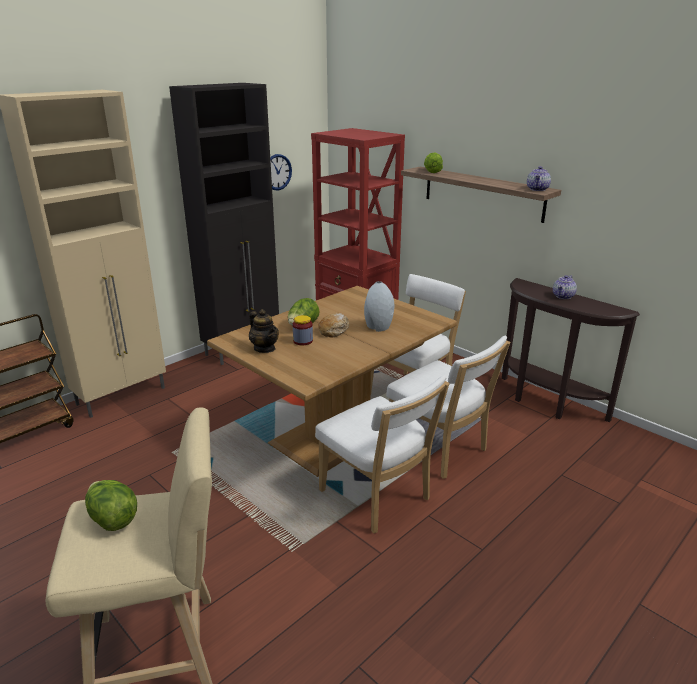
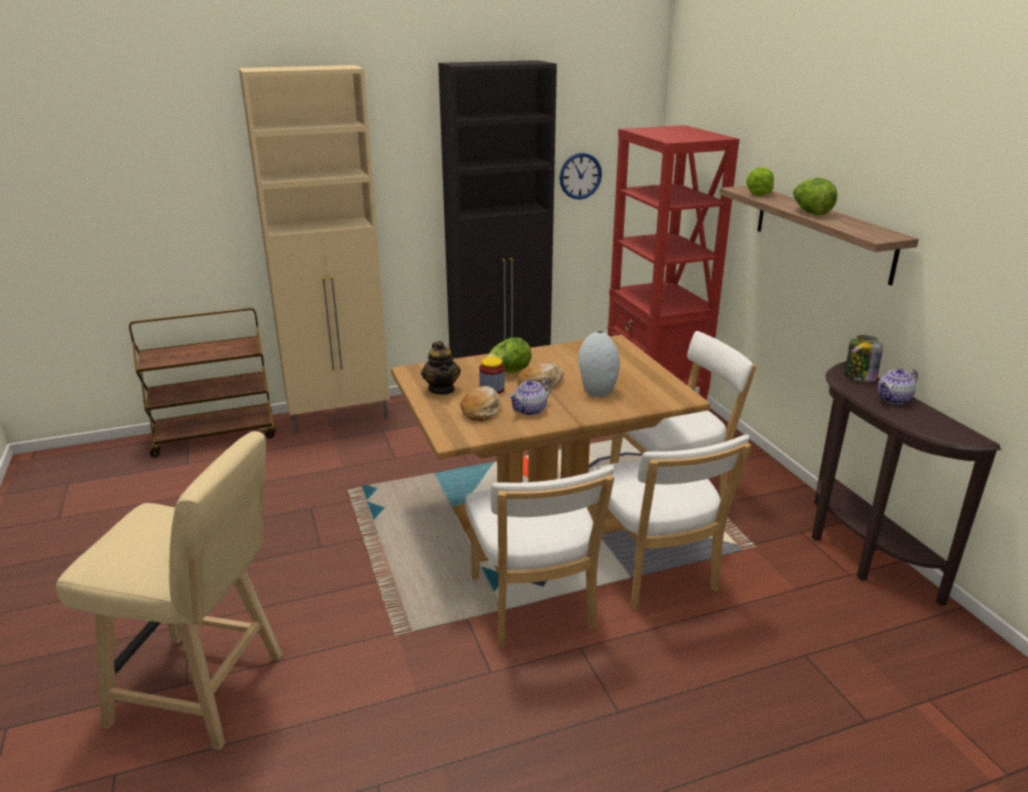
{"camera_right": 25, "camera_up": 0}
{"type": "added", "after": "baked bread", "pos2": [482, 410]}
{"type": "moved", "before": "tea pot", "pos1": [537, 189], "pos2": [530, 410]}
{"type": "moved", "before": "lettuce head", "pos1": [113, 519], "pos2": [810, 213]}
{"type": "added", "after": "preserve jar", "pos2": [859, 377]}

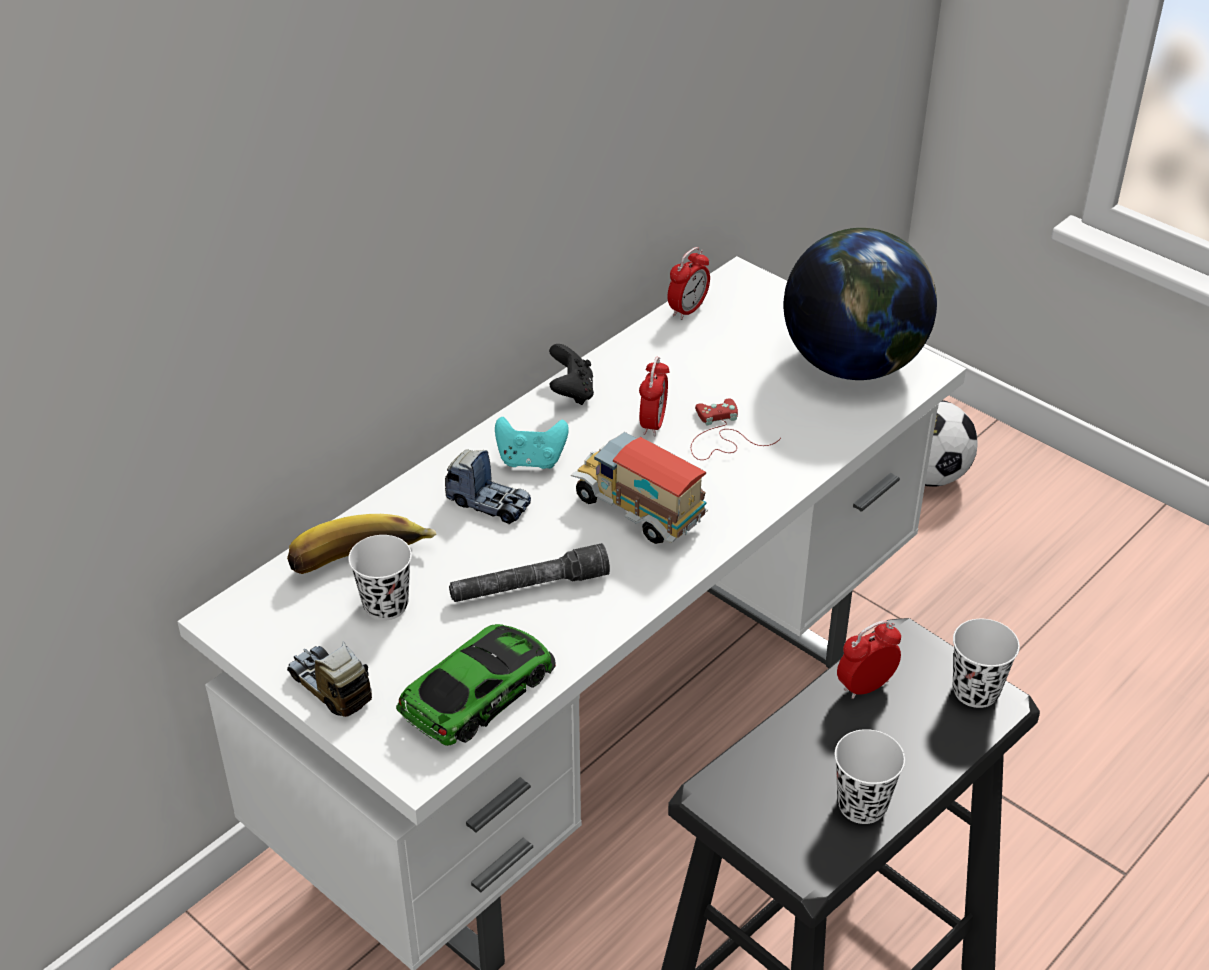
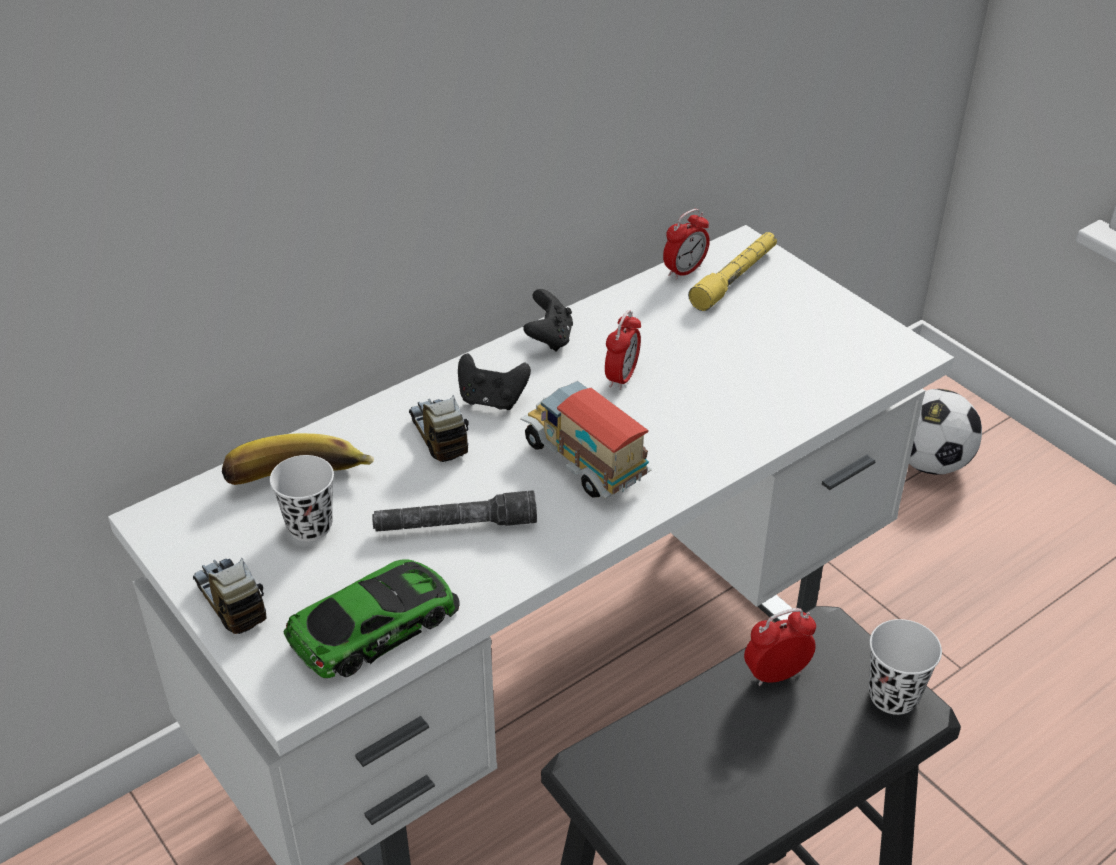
{"camera_right": 10, "camera_up": 0}
{"type": "turned", "before": "toy lorry", "pos1": [488, 503], "pos2": [438, 437], "turn": -150}
{"type": "recoloured", "before": "blue-green joypad", "after": "black-coloured joypad", "pos1": [531, 460], "pos2": [492, 400]}
{"type": "added", "after": "yellow flashlight", "pos2": [735, 278]}
{"type": "removed", "before": "red-coloured joypad", "pos1": [721, 436]}
{"type": "removed", "before": "world globe", "pos1": [853, 364]}
{"type": "removed", "before": "white-coloured small cup", "pos1": [862, 805]}

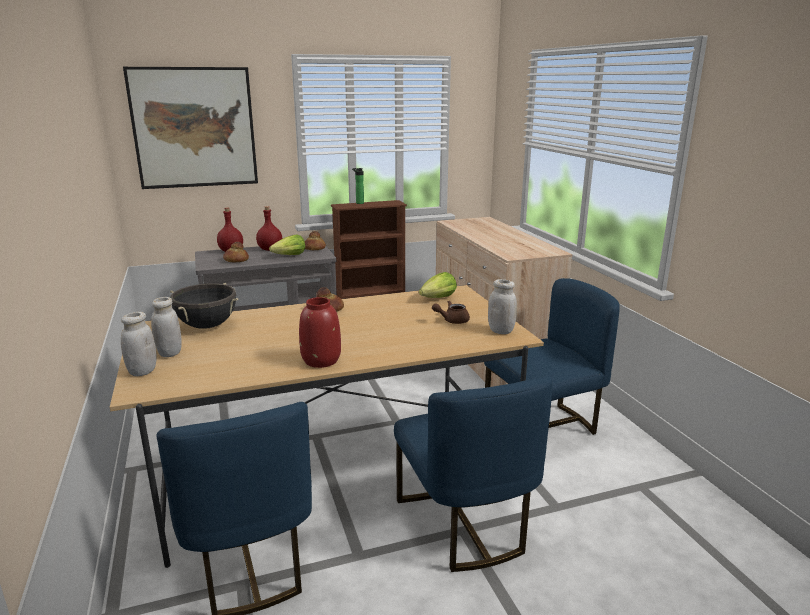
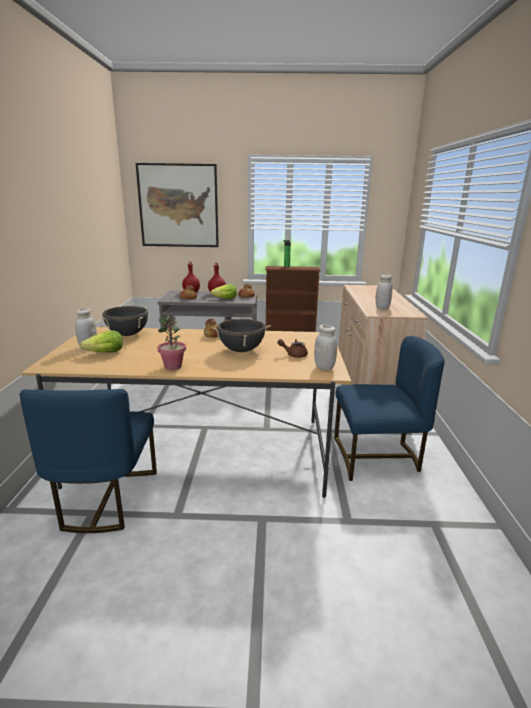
{"camera_right": 20, "camera_up": 0}
{"type": "moved", "before": "lettuce head", "pos1": [438, 298], "pos2": [105, 353]}
{"type": "replaced", "before": "red-coloured flower vase", "after": "plant in a pot", "pos1": [322, 360], "pos2": [173, 366]}
{"type": "added", "after": "black-coloured saucepot", "pos2": [241, 350]}
{"type": "moved", "before": "white-coloured preserve jar", "pos1": [142, 371], "pos2": [382, 308]}
{"type": "removed", "before": "blue chair", "pos1": [465, 524]}

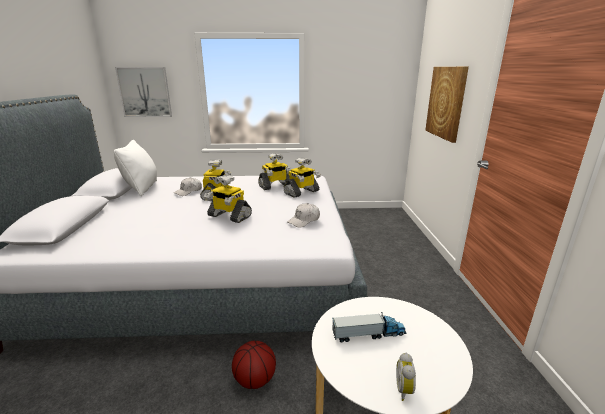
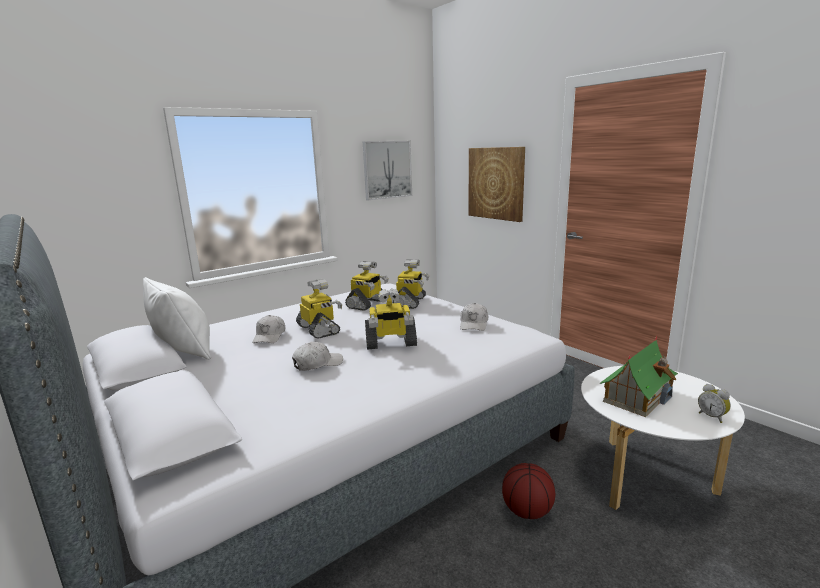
{"camera_right": -35, "camera_up": -5}
{"type": "added", "after": "white-coloured baseball cap", "pos2": [317, 364]}
{"type": "moved", "before": "wall picture", "pos1": [145, 92], "pos2": [387, 169]}
{"type": "replaced", "before": "toy lorry", "after": "miniature house", "pos1": [368, 334], "pos2": [637, 397]}

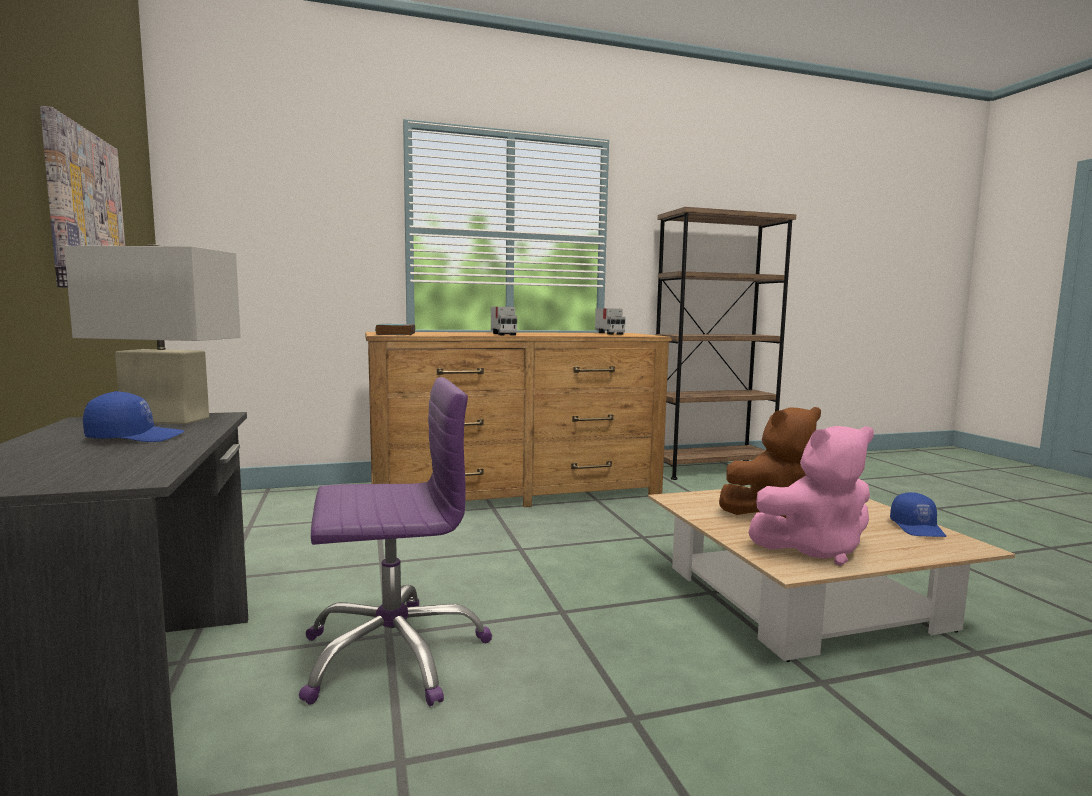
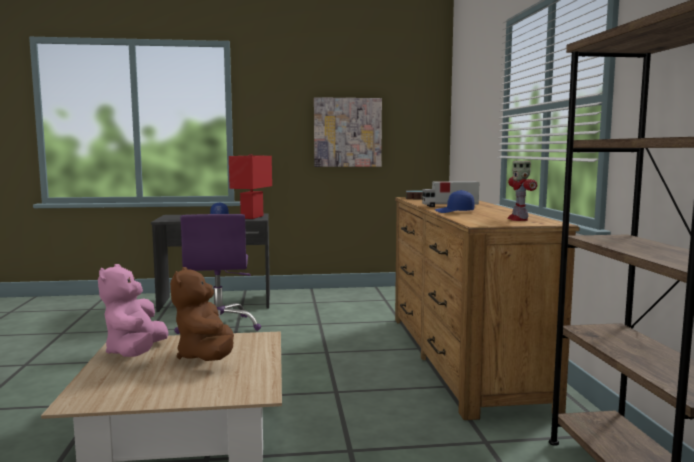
{"camera_right": 100, "camera_up": 0}
{"type": "recoloured", "before": "white-coloured tabletop lamp", "after": "red-coloured tabletop lamp", "pos1": [166, 420], "pos2": [252, 217]}
{"type": "moved", "before": "blue baseball cap", "pos1": [918, 528], "pos2": [454, 212]}
{"type": "replaced", "before": "toy lorry", "after": "robot figure", "pos1": [609, 333], "pos2": [518, 219]}

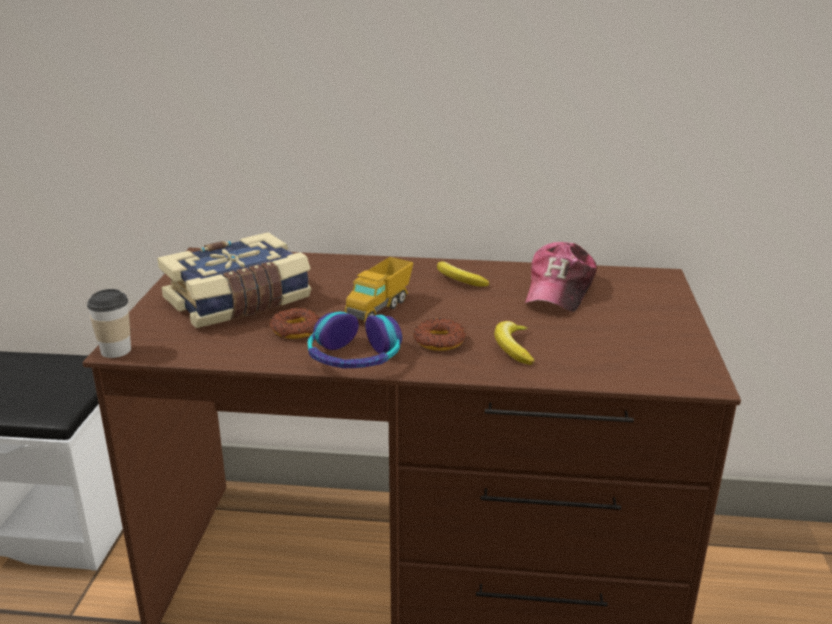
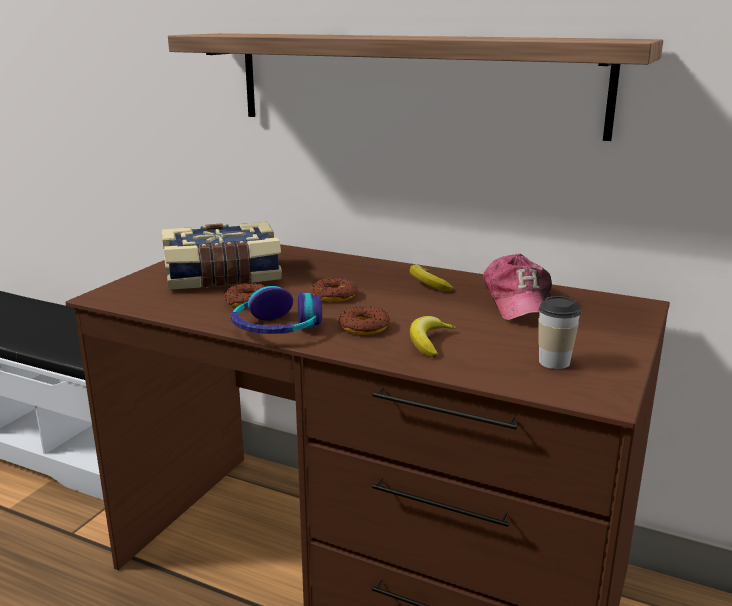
{"camera_right": 20, "camera_up": -5}
{"type": "added", "after": "wall shelf", "pos2": [412, 82]}
{"type": "replaced", "before": "toy lorry", "after": "doughnut", "pos1": [379, 308], "pos2": [334, 296]}
{"type": "turned", "before": "baseball cap", "pos1": [559, 290], "pos2": [520, 303], "turn": -45}
{"type": "moved", "before": "small cup", "pos1": [116, 350], "pos2": [554, 362]}

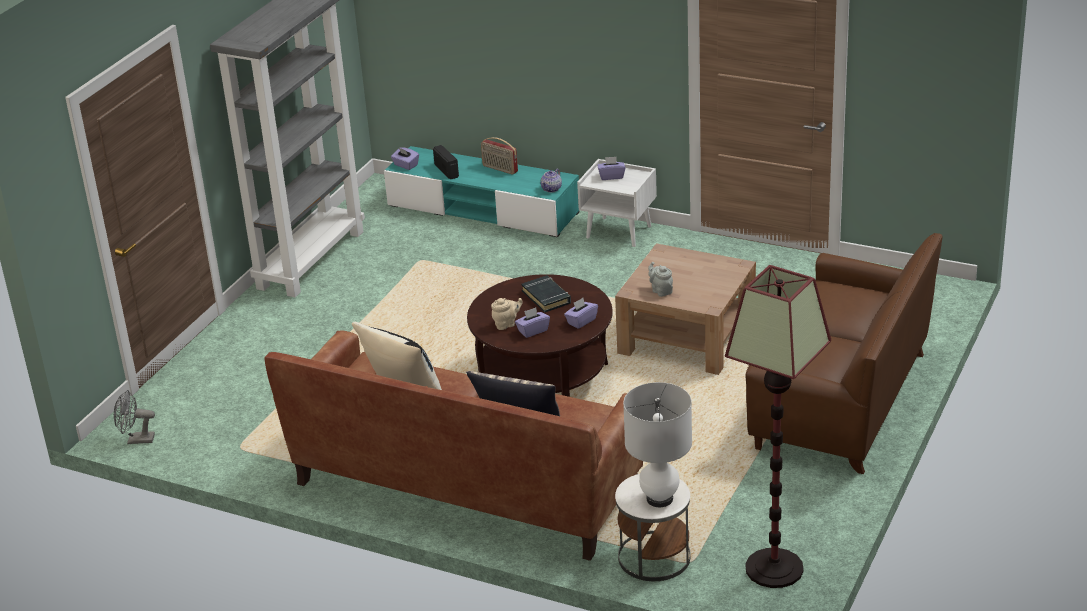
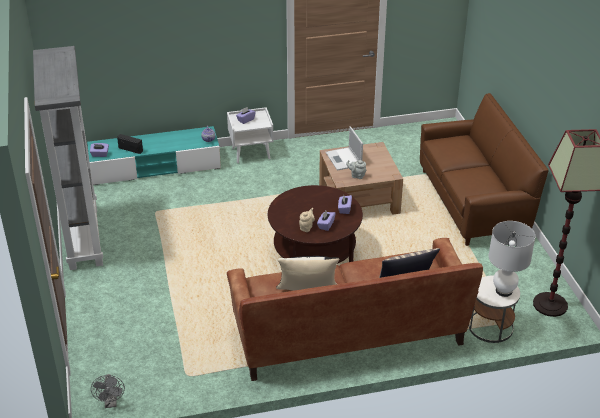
{"camera_right": -40, "camera_up": 5}
{"type": "turned", "before": "grey cooling fan", "pos1": [136, 440], "pos2": [111, 403], "turn": -60}
{"type": "added", "after": "portable computer", "pos2": [344, 159]}
{"type": "removed", "before": "radio receiver", "pos1": [499, 169]}
{"type": "removed", "before": "black-coloured bound book", "pos1": [546, 297]}

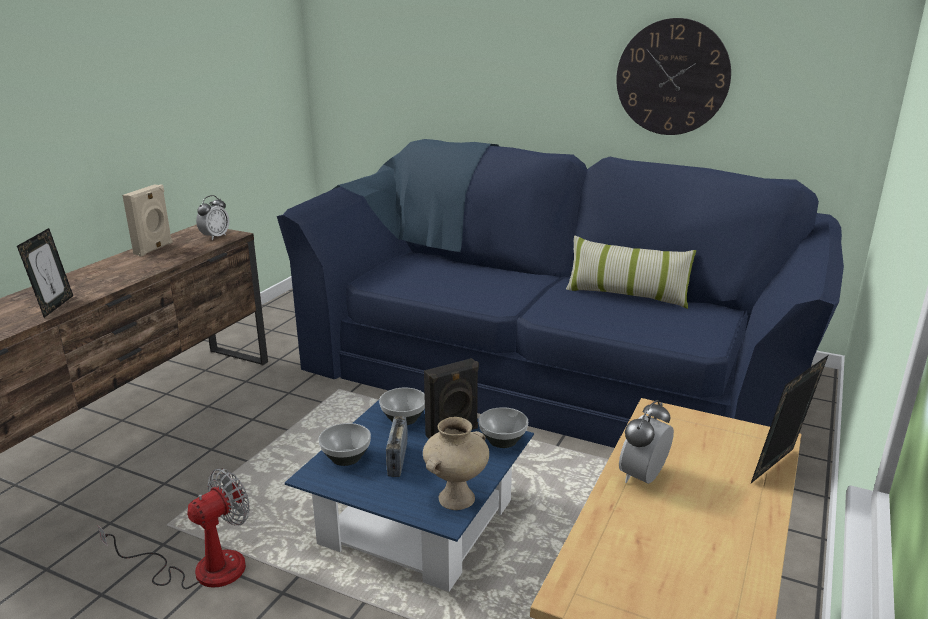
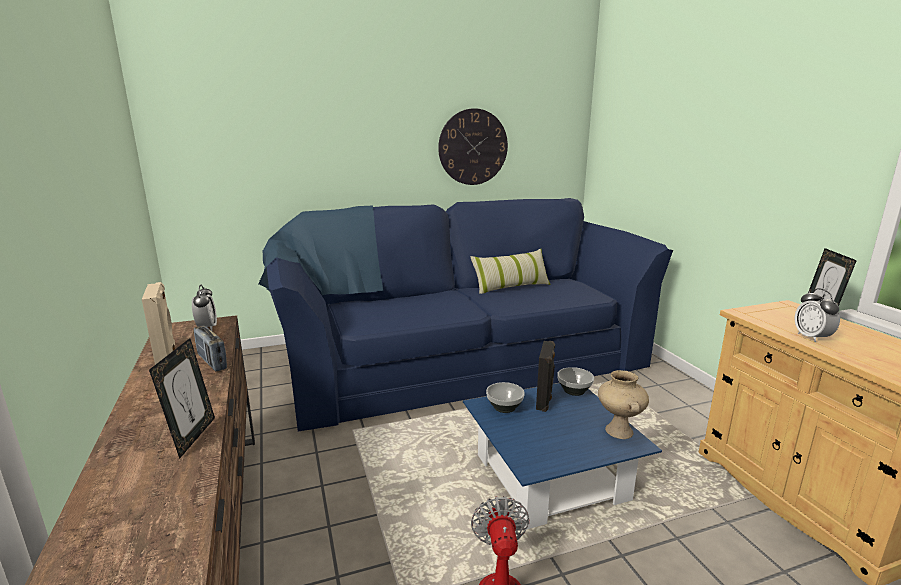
{"camera_right": -45, "camera_up": -5}
{"type": "turned", "before": "standing frame", "pos1": [54, 306], "pos2": [192, 436], "turn": 45}
{"type": "moved", "before": "radio receiver", "pos1": [397, 460], "pos2": [212, 362]}
{"type": "removed", "before": "bowl", "pos1": [345, 458]}

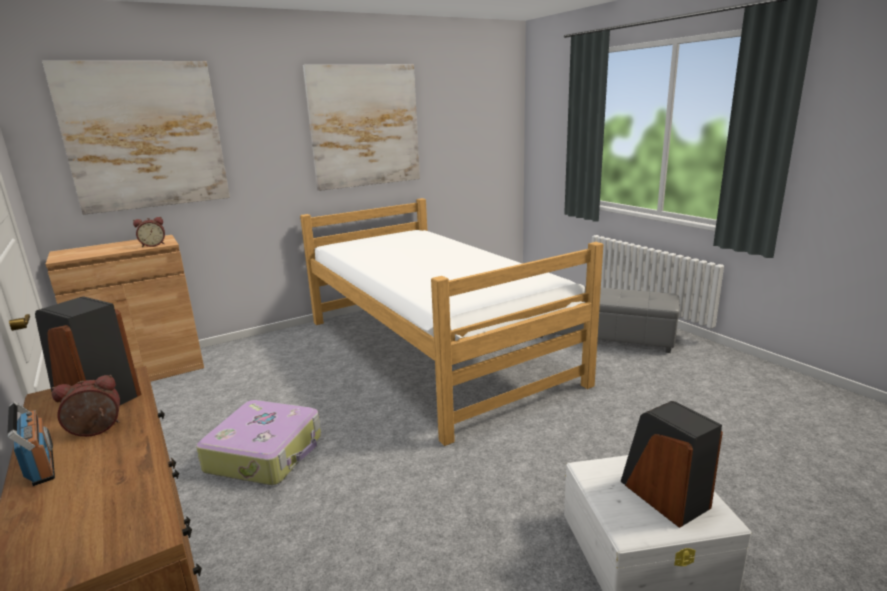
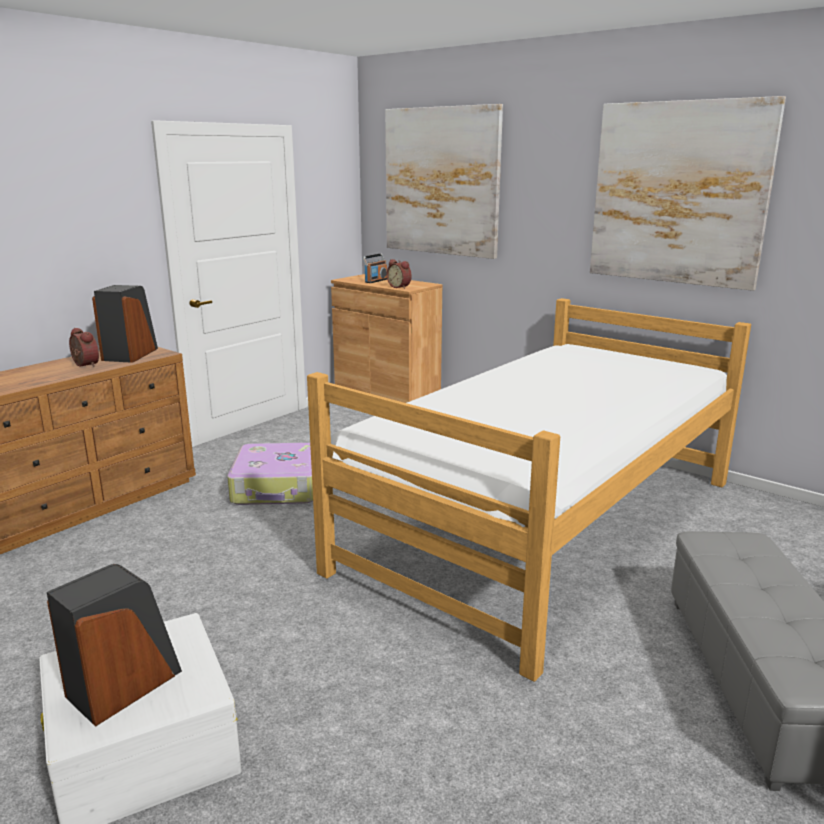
{"camera_right": 70, "camera_up": 0}
{"type": "moved", "before": "radio receiver", "pos1": [41, 466], "pos2": [375, 281]}

